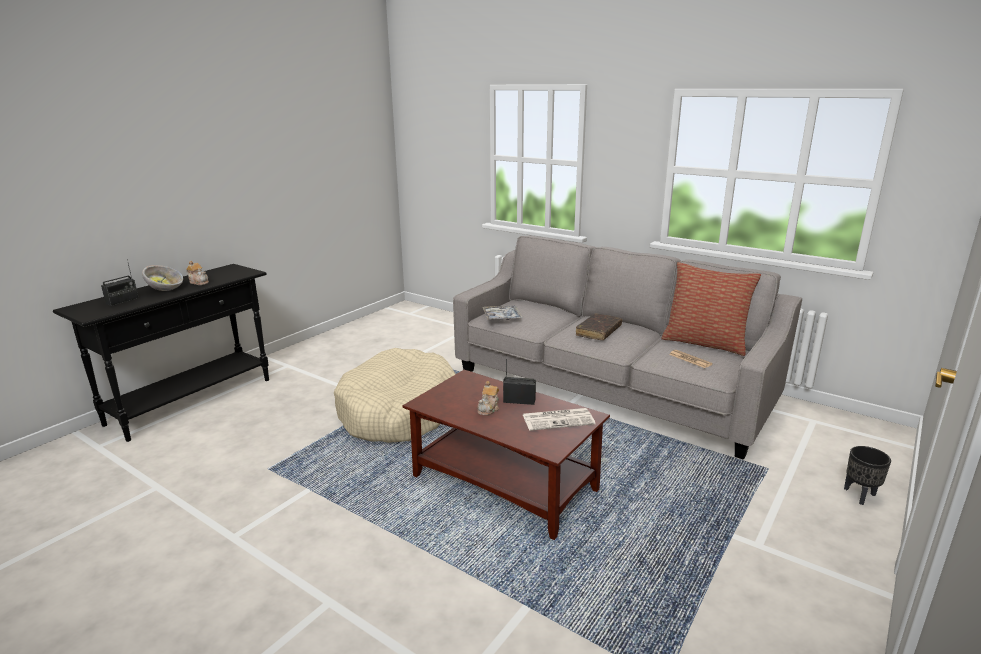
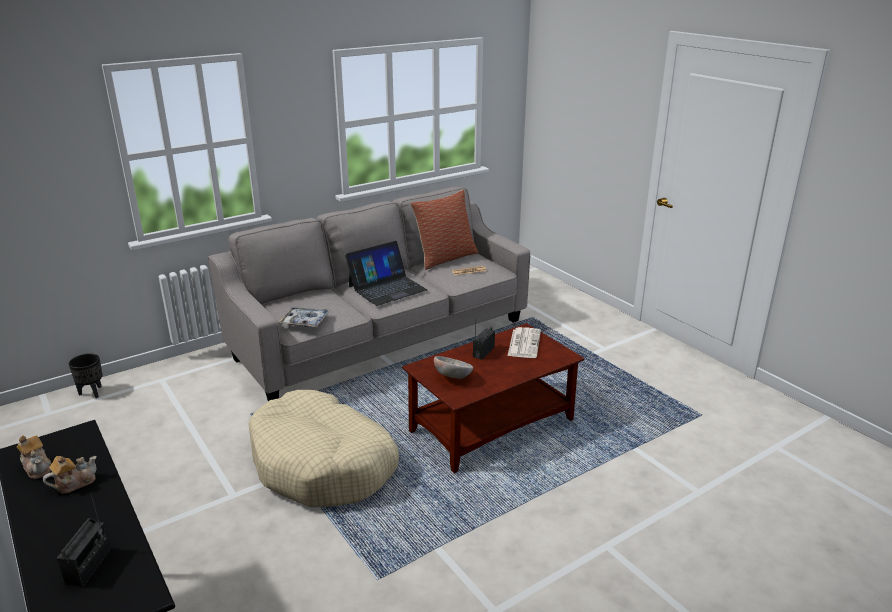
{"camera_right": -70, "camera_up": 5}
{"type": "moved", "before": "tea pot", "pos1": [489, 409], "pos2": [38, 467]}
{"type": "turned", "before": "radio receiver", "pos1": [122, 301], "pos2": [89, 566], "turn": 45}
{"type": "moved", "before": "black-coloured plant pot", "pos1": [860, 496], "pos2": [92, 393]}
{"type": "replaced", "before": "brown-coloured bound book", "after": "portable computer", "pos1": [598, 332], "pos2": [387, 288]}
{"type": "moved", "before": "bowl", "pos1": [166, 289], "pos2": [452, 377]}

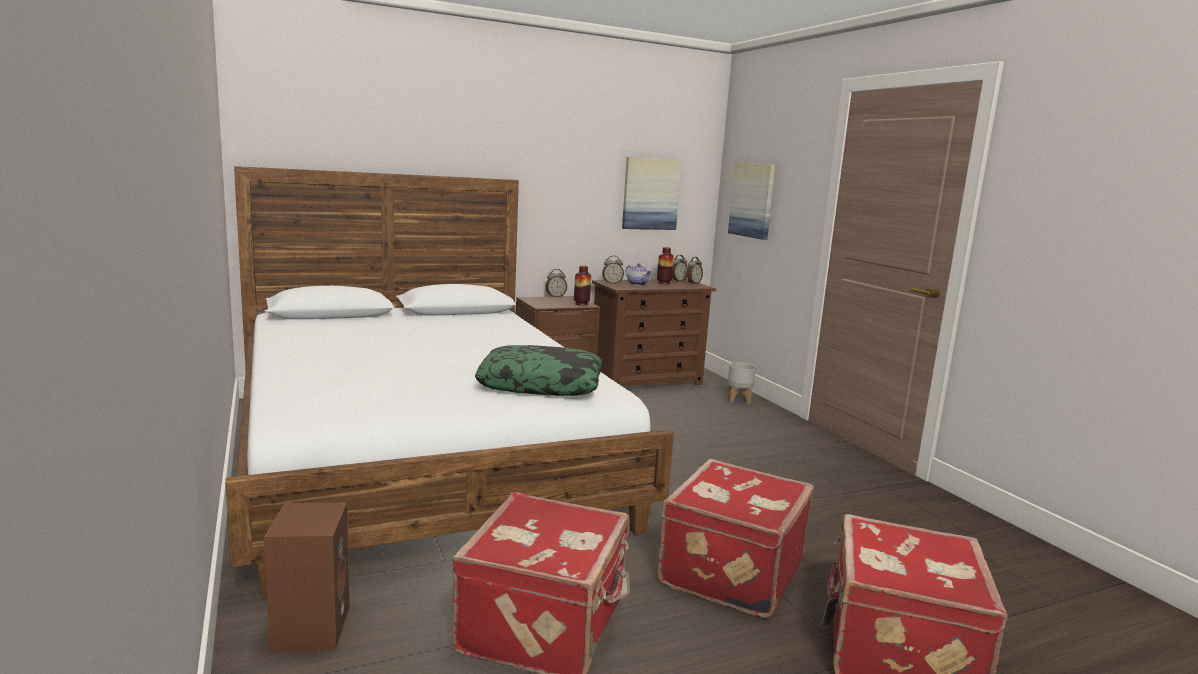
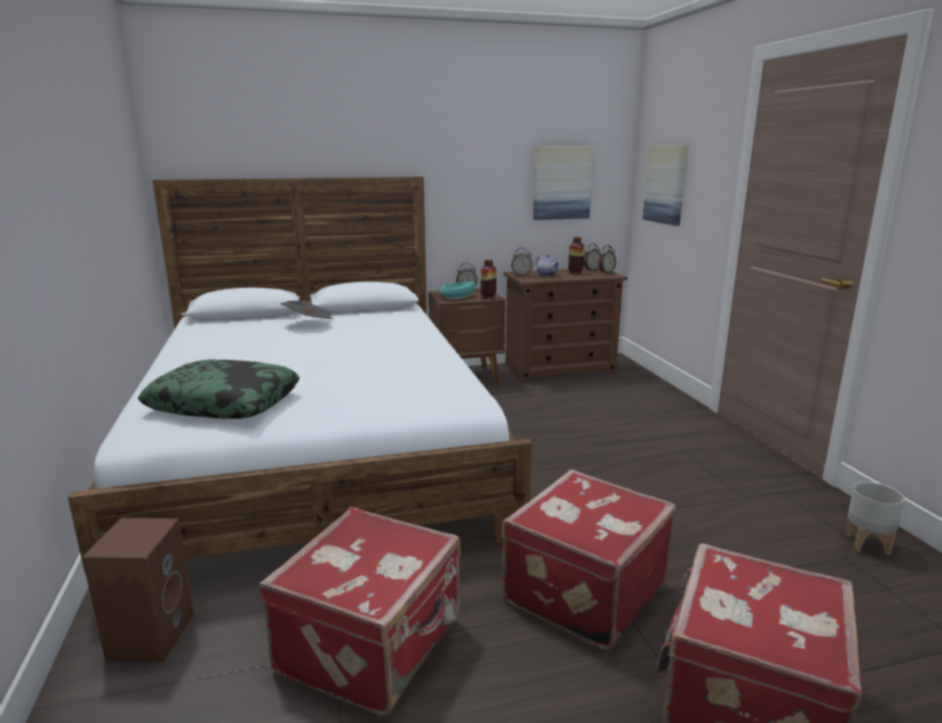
{"camera_right": 10, "camera_up": 5}
{"type": "moved", "before": "cushion", "pos1": [541, 384], "pos2": [224, 403]}
{"type": "added", "after": "printed paper", "pos2": [311, 324]}
{"type": "added", "after": "blue-green bowl", "pos2": [458, 297]}
{"type": "moved", "before": "grey plant pot", "pos1": [739, 400], "pos2": [868, 544]}

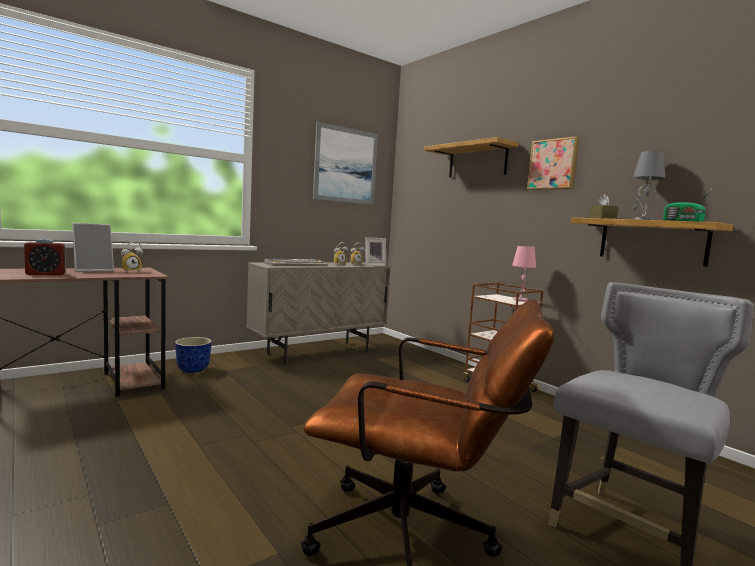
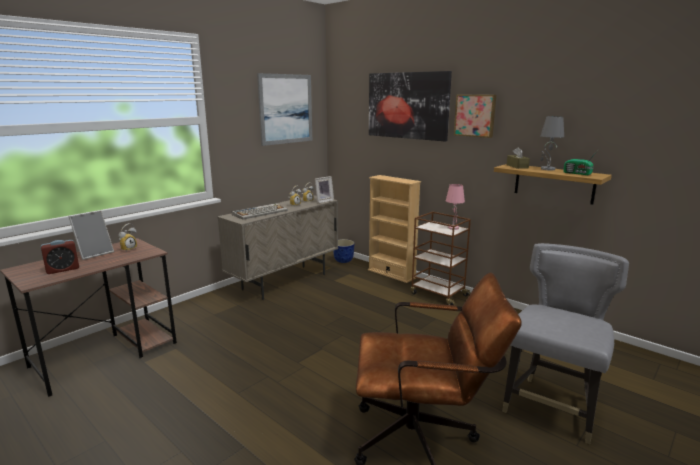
{"camera_right": -10, "camera_up": 10}
{"type": "moved", "before": "plant pot", "pos1": [193, 370], "pos2": [343, 261]}
{"type": "added", "after": "beige-coloured bookshelf", "pos2": [391, 274]}
{"type": "replaced", "before": "wall shelf", "after": "wall picture", "pos1": [477, 161], "pos2": [407, 105]}

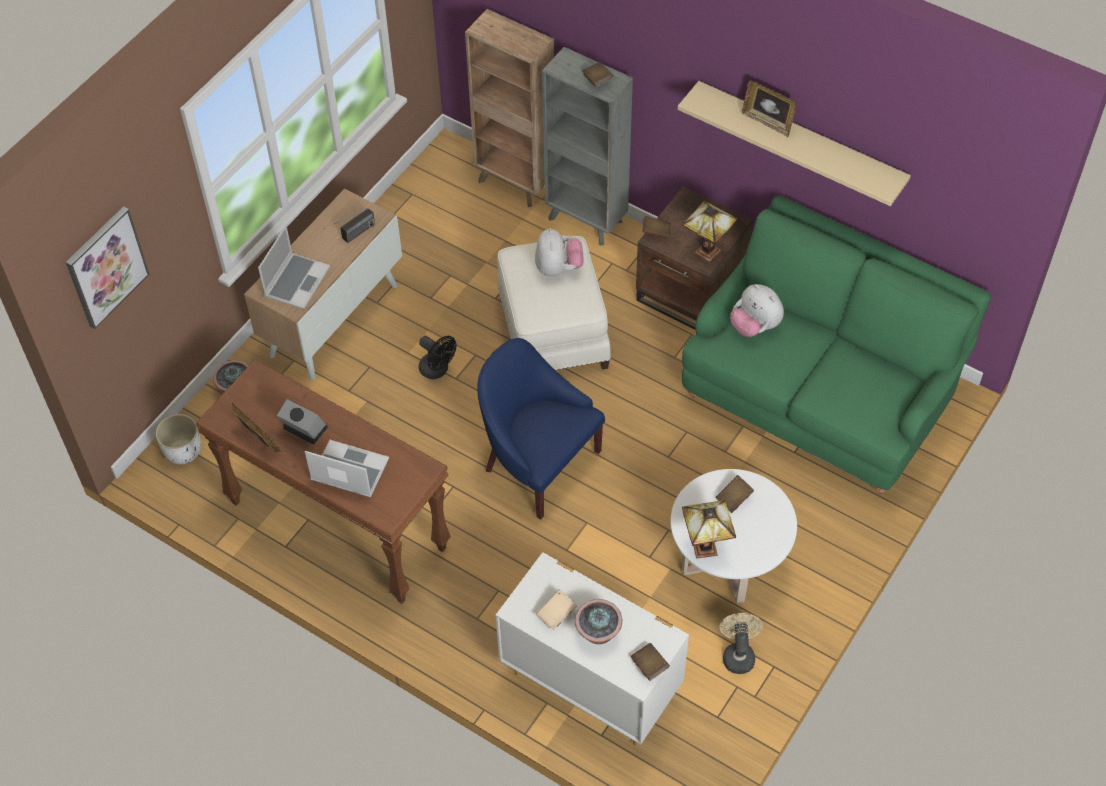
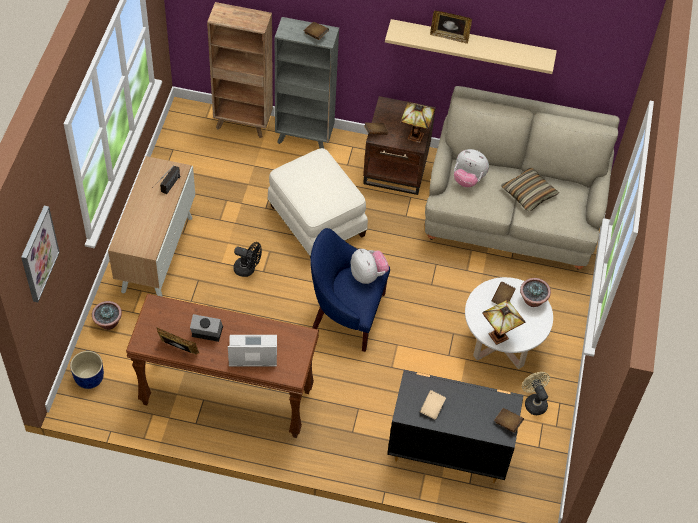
{"camera_right": -25, "camera_up": 0}
{"type": "recoloured", "before": "white-coloured plant pot", "after": "blue plant pot", "pos1": [183, 450], "pos2": [89, 378]}
{"type": "moved", "before": "soft toy", "pos1": [558, 268], "pos2": [368, 275]}
{"type": "recoloured", "before": "white-coloured chest of drawers", "after": "black-coloured chest of drawers", "pos1": [590, 684], "pos2": [447, 452]}
{"type": "recoloured", "before": "green-coloured settee", "after": "beige-coloured settee", "pos1": [821, 393], "pos2": [512, 214]}
{"type": "added", "after": "cushion", "pos2": [528, 193]}
{"type": "moved", "before": "plant in a pot", "pos1": [598, 633], "pos2": [532, 301]}
{"type": "removed", "before": "portable computer", "pos1": [296, 281]}

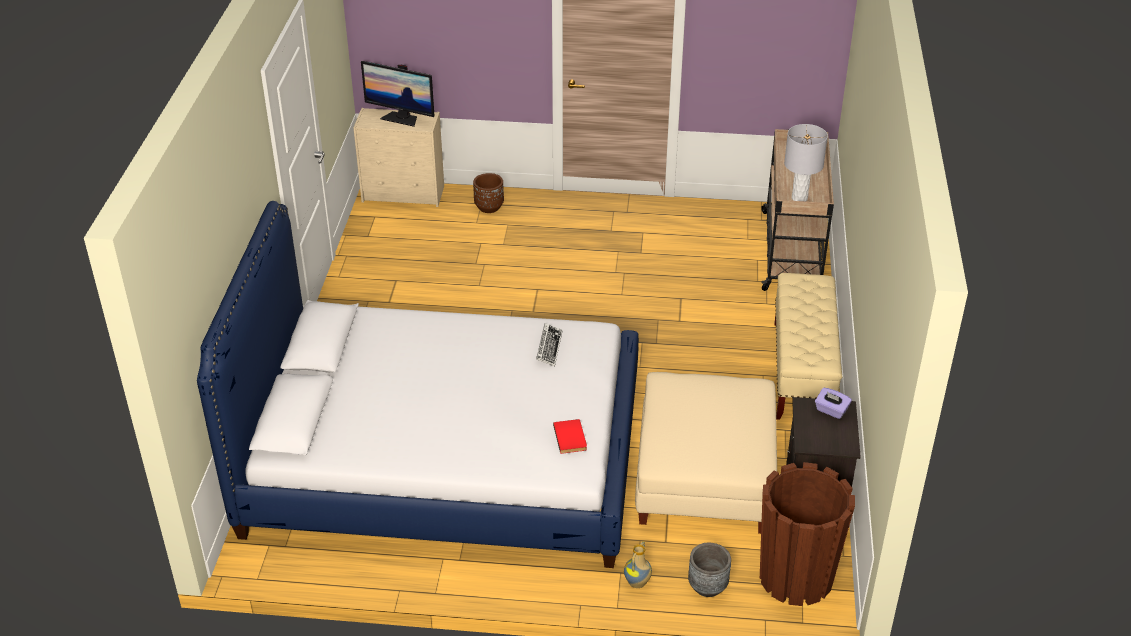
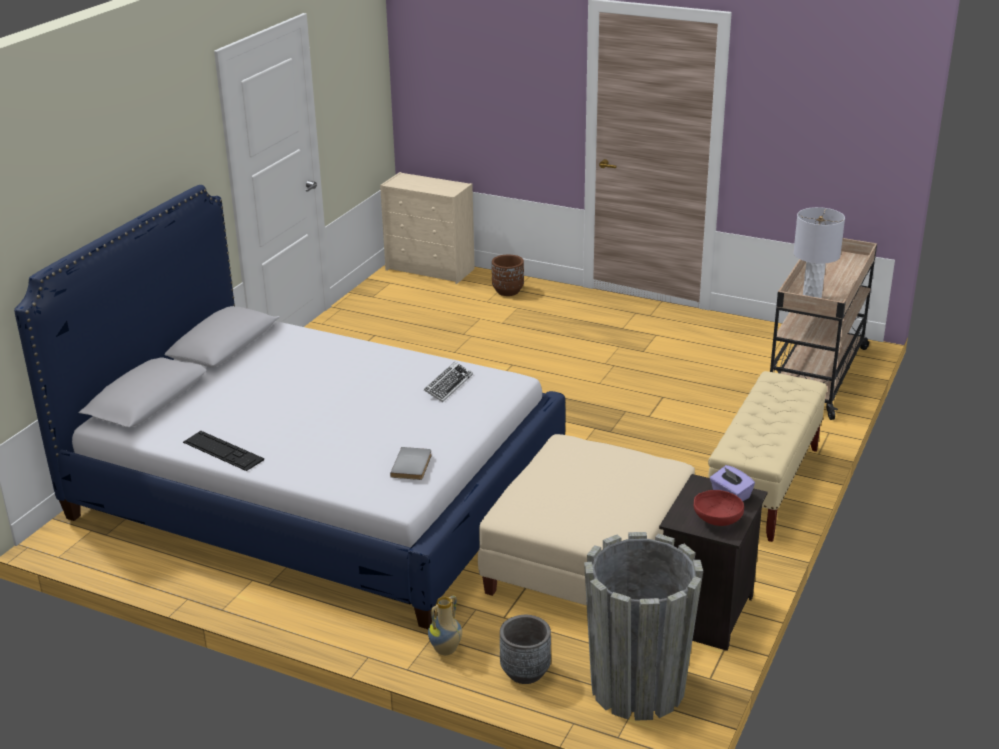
{"camera_right": 20, "camera_up": -10}
{"type": "added", "after": "keyboard", "pos2": [223, 451]}
{"type": "recoloured", "before": "red-coloured bound book", "after": "grey bound book", "pos1": [571, 437], "pos2": [413, 465]}
{"type": "recoloured", "before": "brown-coloured plant pot", "after": "grey plant pot", "pos1": [795, 577], "pos2": [637, 687]}
{"type": "added", "after": "red-coloured bowl", "pos2": [716, 520]}
{"type": "removed", "before": "monitor", "pos1": [401, 118]}

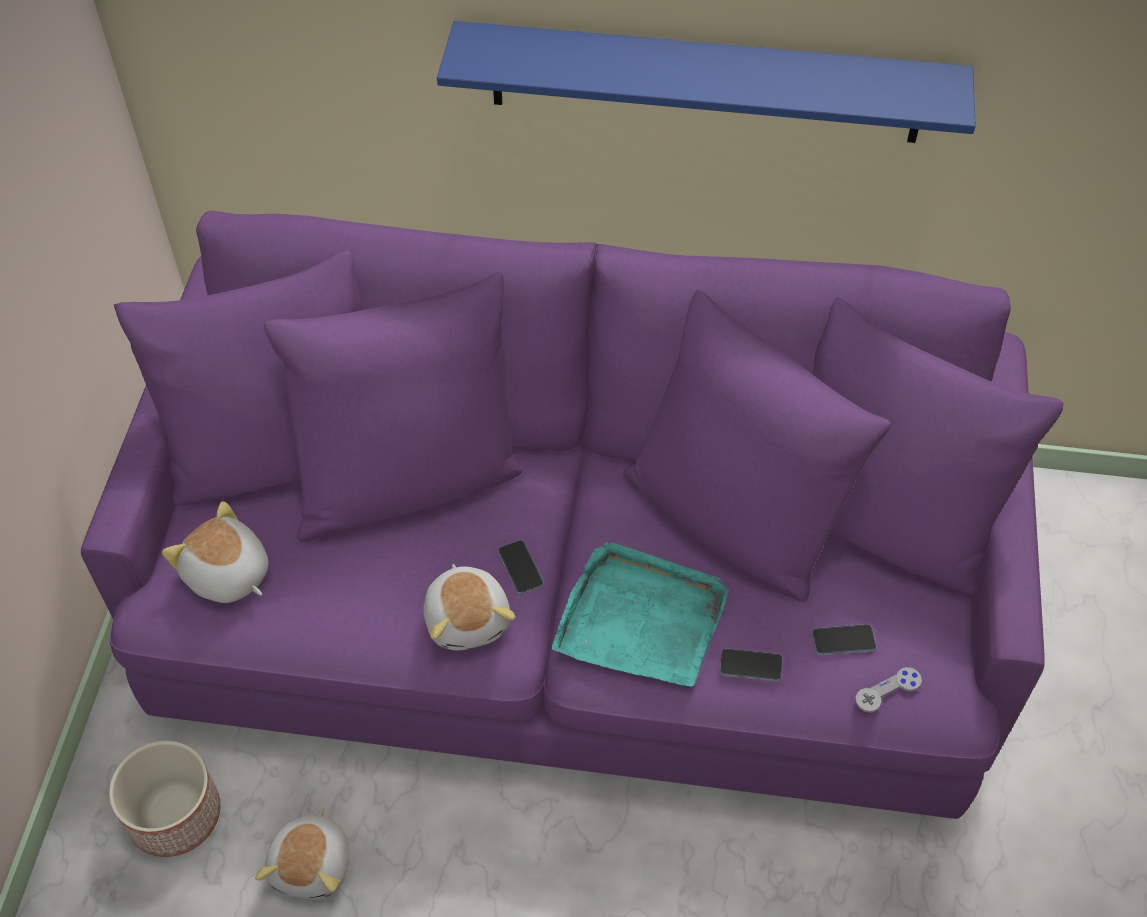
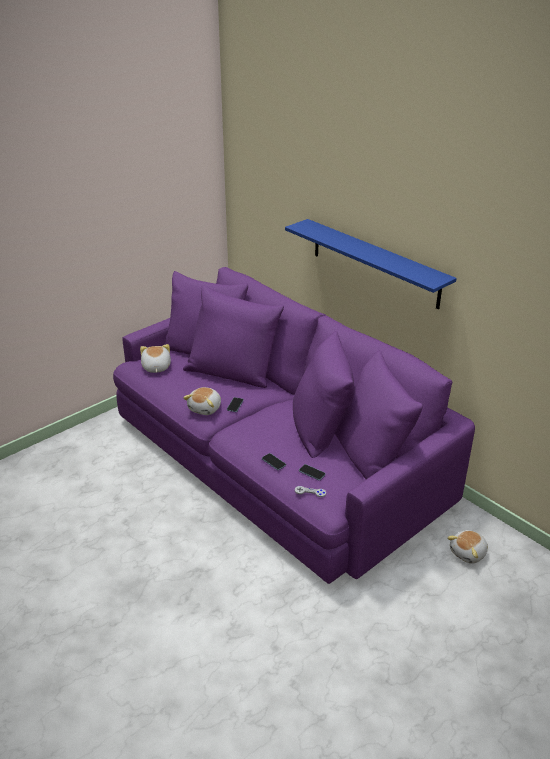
{"camera_right": 40, "camera_up": -20}
{"type": "moved", "before": "soft toy", "pos1": [313, 865], "pos2": [468, 553]}
{"type": "removed", "before": "plant pot", "pos1": [174, 813]}
{"type": "removed", "before": "blue-green carrying tray", "pos1": [641, 619]}

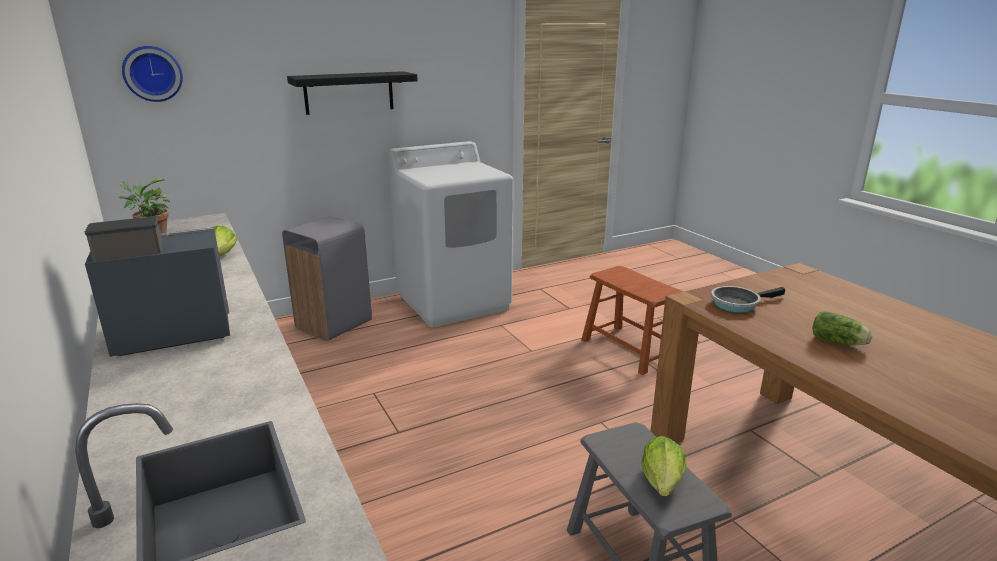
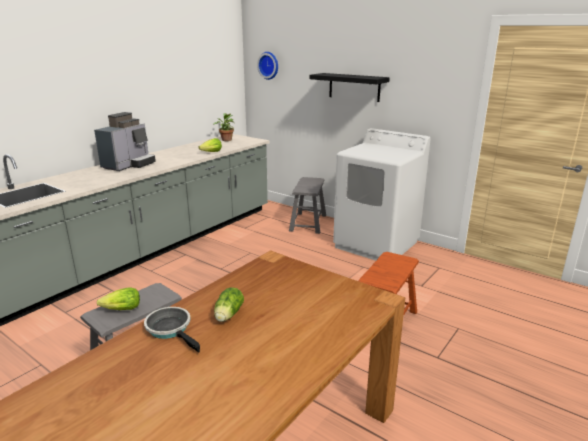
{"camera_right": 65, "camera_up": 0}
{"type": "turned", "before": "coffee maker", "pos1": [168, 334], "pos2": [129, 165], "turn": 75}
{"type": "moved", "before": "frying pan", "pos1": [738, 304], "pos2": [171, 329]}
{"type": "replaced", "before": "grey trash can", "after": "grey stool", "pos1": [333, 325], "pos2": [308, 223]}

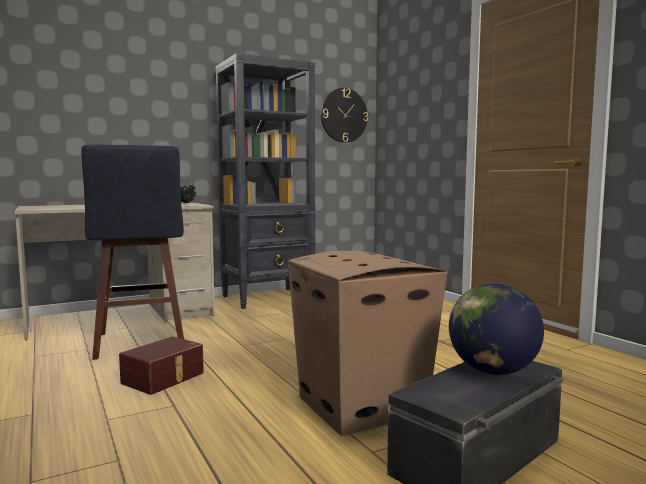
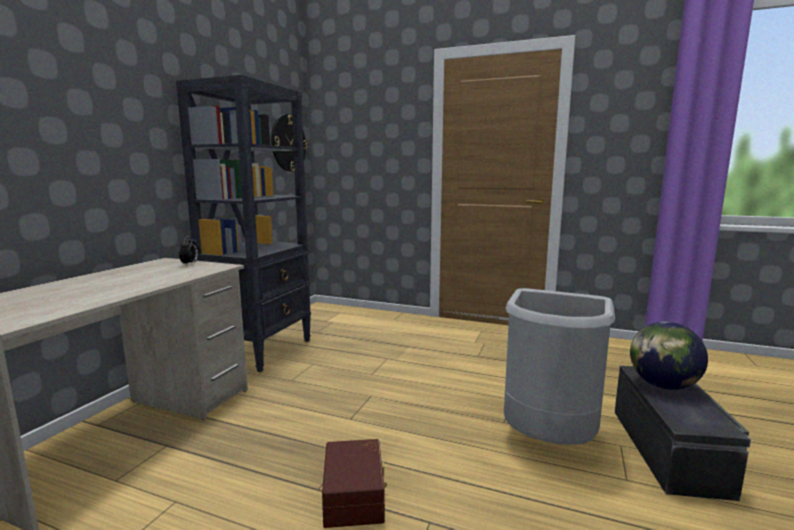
{"camera_right": -40, "camera_up": 5}
{"type": "replaced", "before": "packing box", "after": "grey trash can", "pos1": [362, 406], "pos2": [548, 441]}
{"type": "removed", "before": "blue stool", "pos1": [140, 344]}

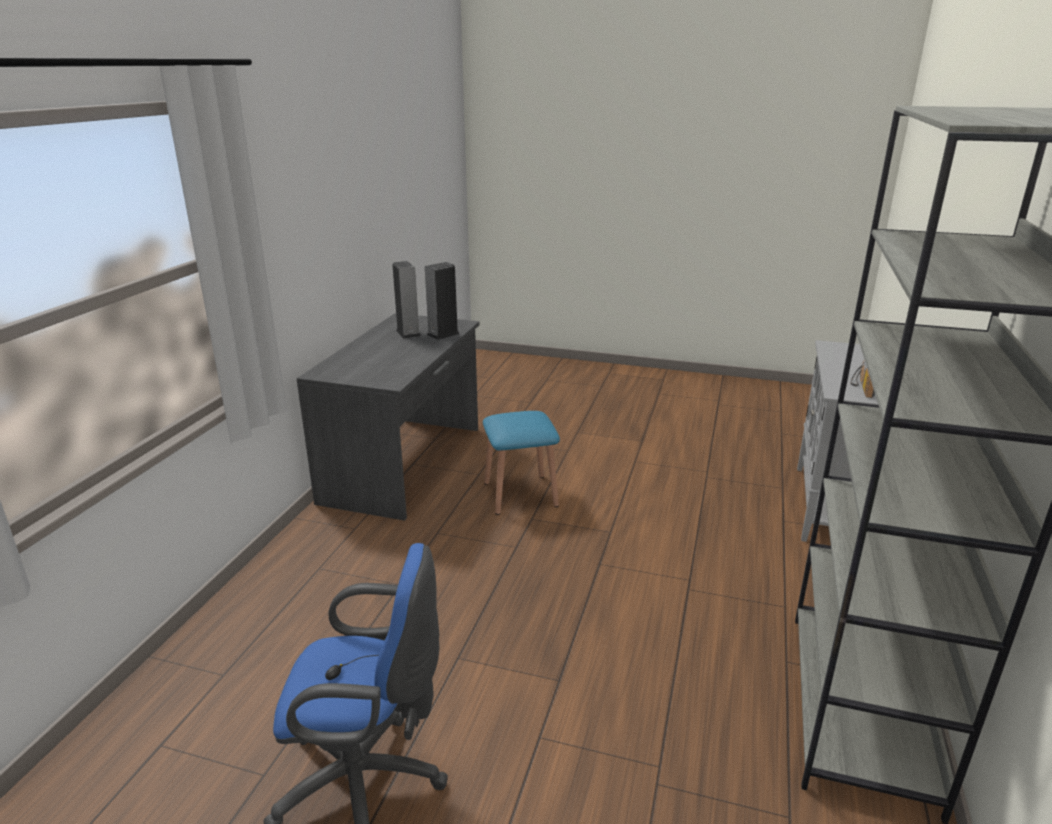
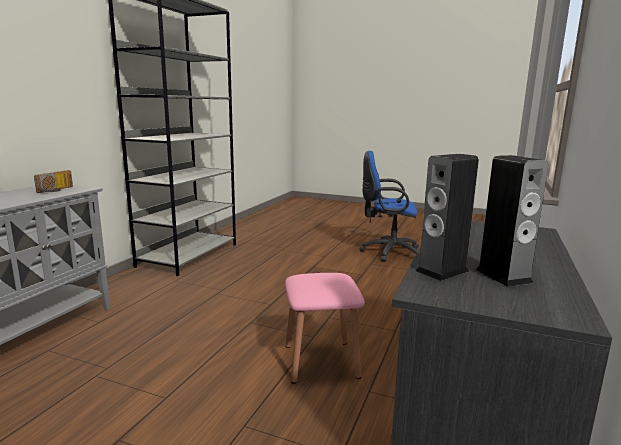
{"camera_right": -175, "camera_up": -10}
{"type": "recoloured", "before": "blue stool", "after": "pinkish stool", "pos1": [520, 494], "pos2": [321, 361]}

